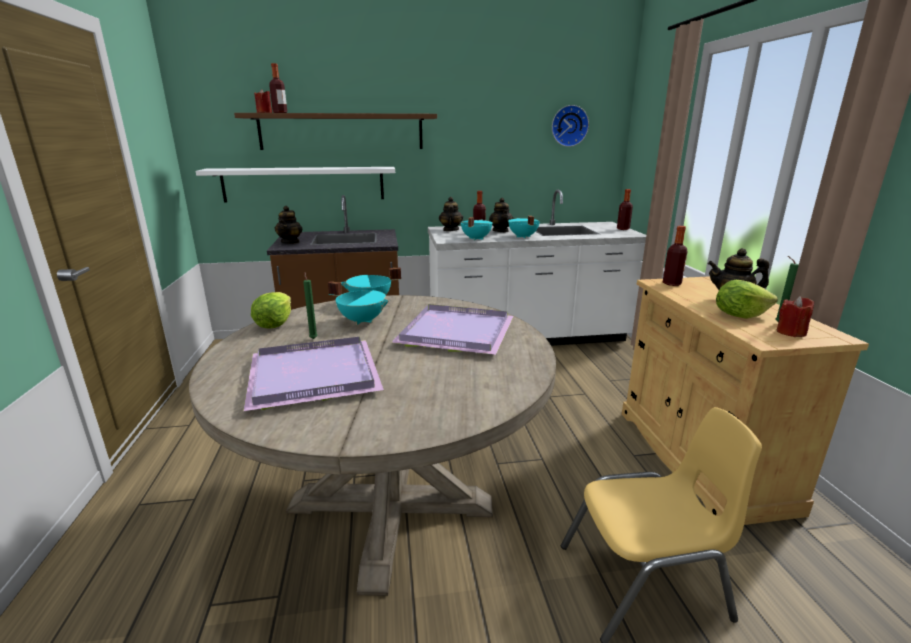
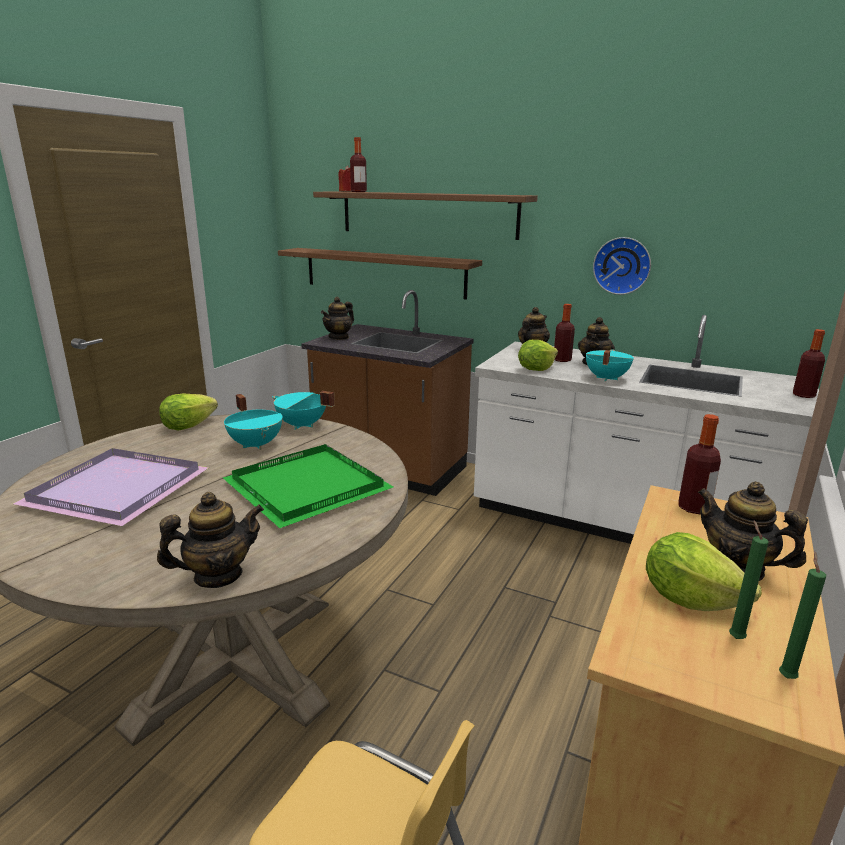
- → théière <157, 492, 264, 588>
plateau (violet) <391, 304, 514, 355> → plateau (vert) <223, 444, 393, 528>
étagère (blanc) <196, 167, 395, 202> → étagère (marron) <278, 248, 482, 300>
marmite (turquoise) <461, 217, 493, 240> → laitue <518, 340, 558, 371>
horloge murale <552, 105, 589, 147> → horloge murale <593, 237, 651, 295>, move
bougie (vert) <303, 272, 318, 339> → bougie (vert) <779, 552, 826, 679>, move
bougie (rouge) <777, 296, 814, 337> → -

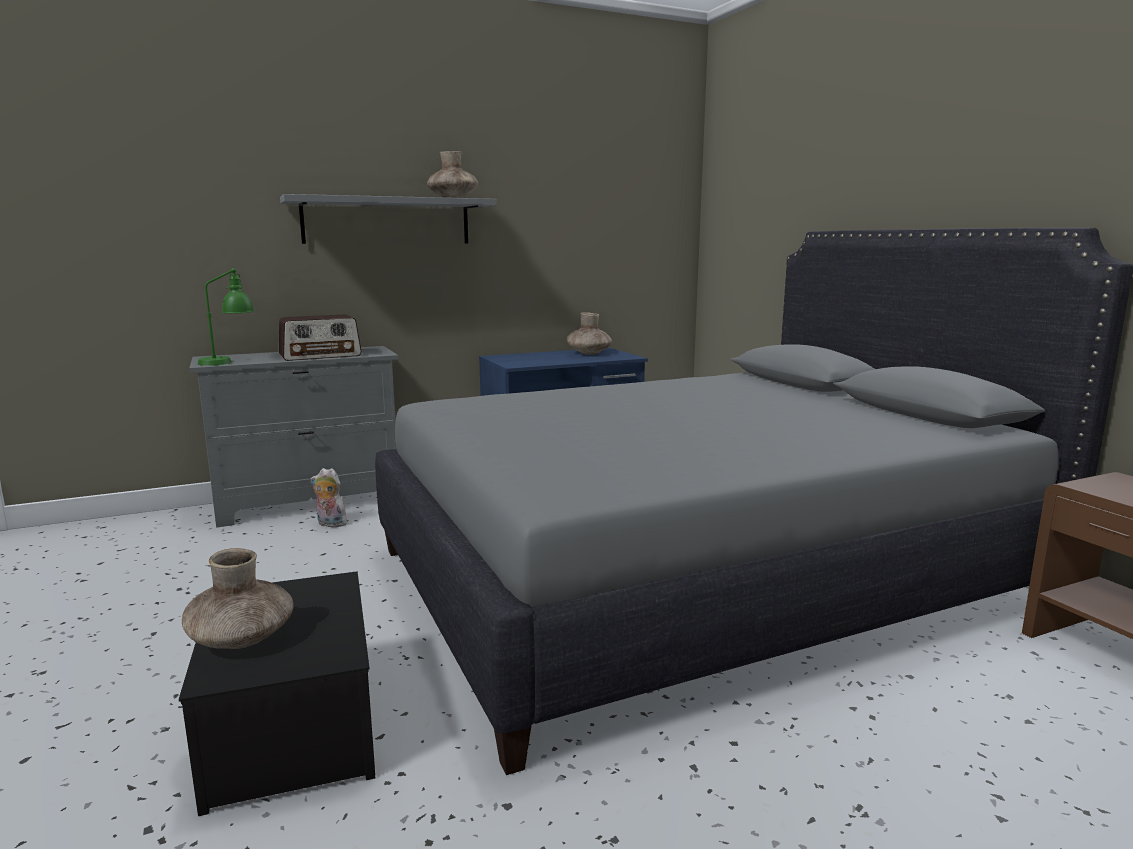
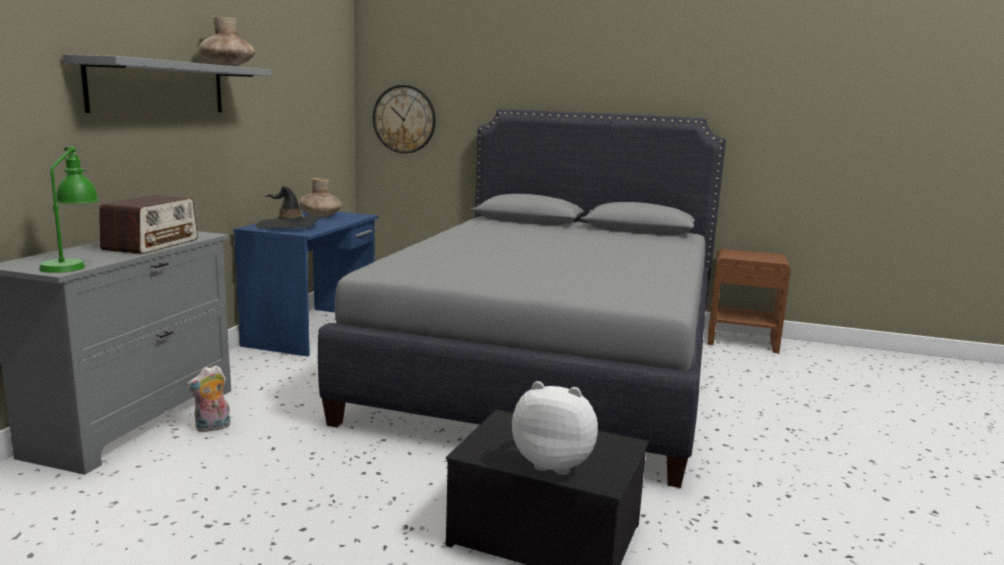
- → chapeau (noir) <256, 186, 321, 229>
- → horloge murale <373, 85, 436, 153>
vase (marron) <182, 548, 294, 649> → peluche <512, 381, 598, 475>

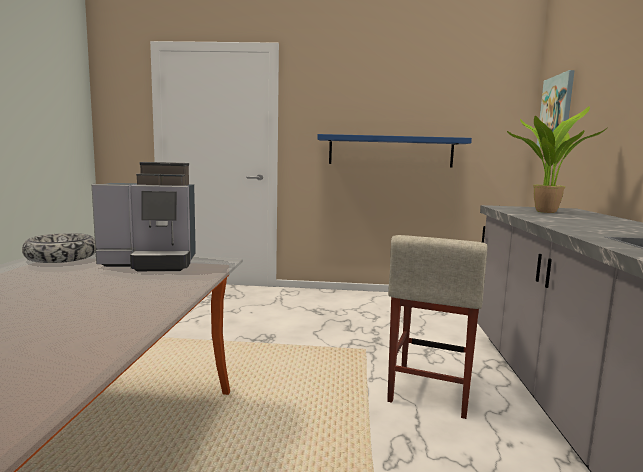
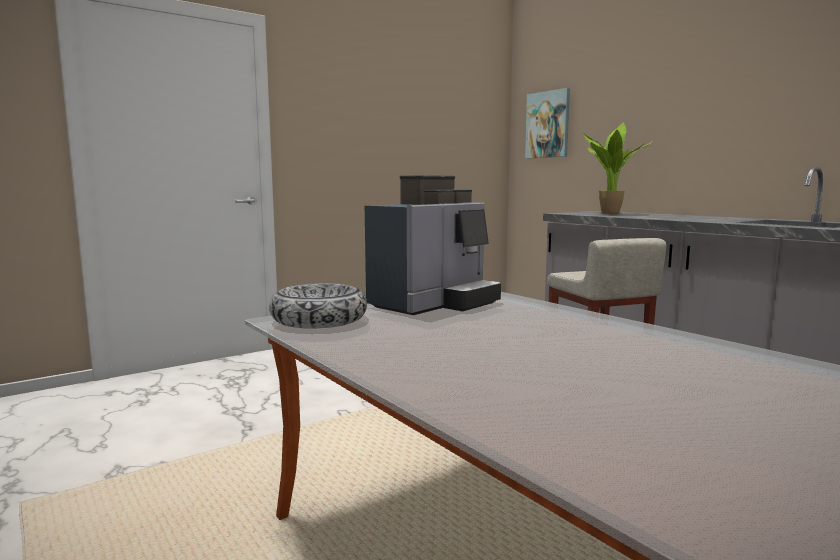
étagère (bleu) <317, 134, 472, 167> → -

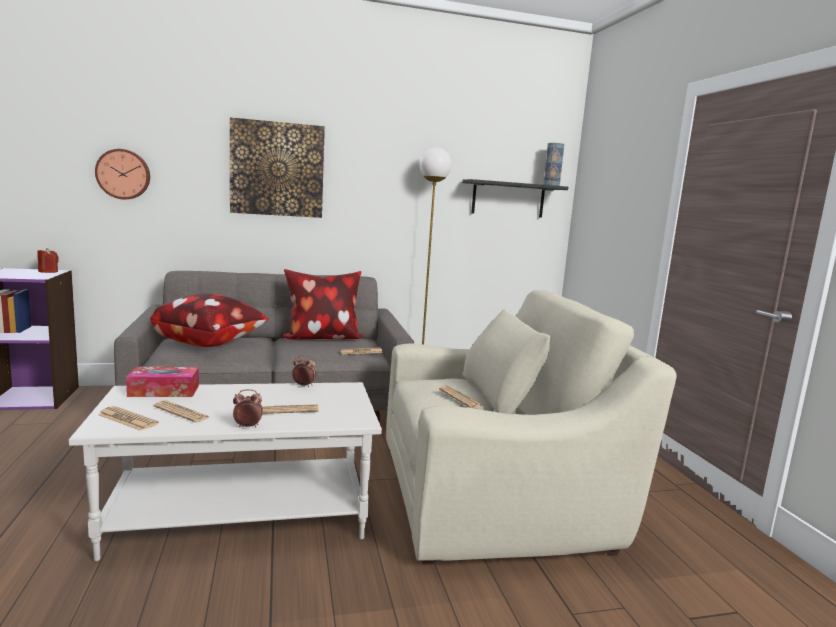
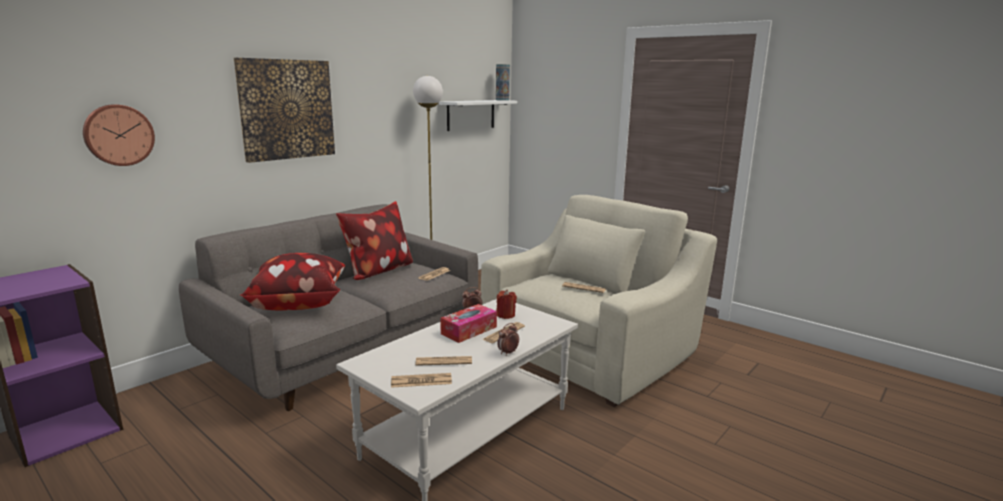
étagère (noir) <462, 179, 568, 218> → étagère (blanc) <439, 100, 517, 131>
boîte à mouchoirs <126, 367, 199, 397> → boîte à mouchoirs <440, 304, 497, 343>, move
bougie (rouge) <37, 248, 59, 273> → bougie (rouge) <496, 290, 517, 319>, move

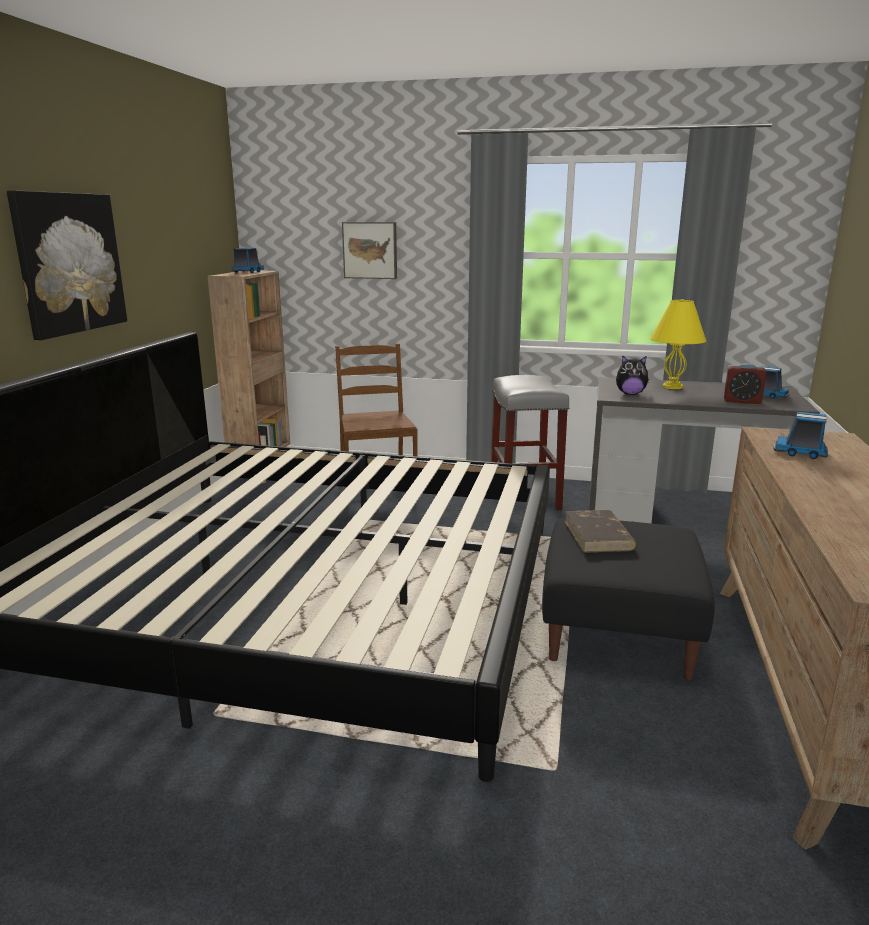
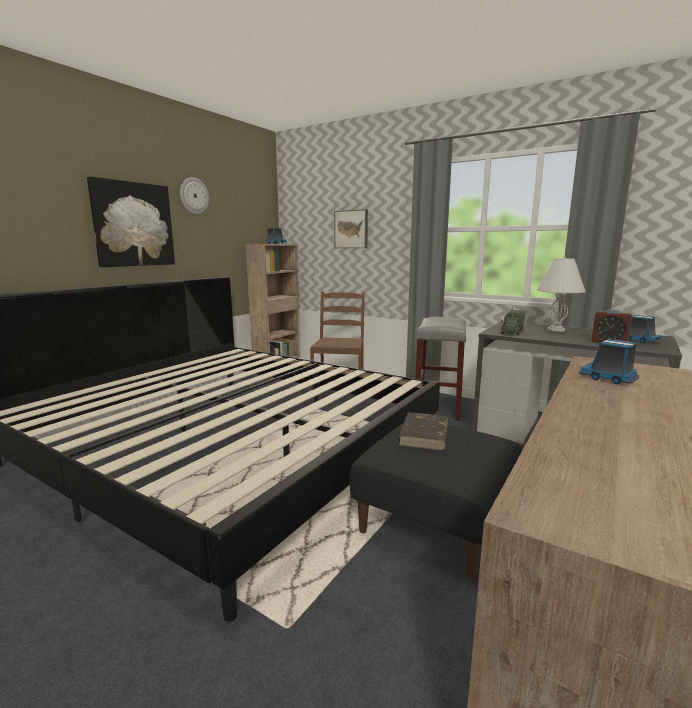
- → horloge murale <180, 177, 209, 215>
peluche <616, 355, 649, 395> → camion jouet <501, 307, 525, 335>
lampe de table (jaune) <650, 299, 706, 389> → lampe de table (blanc) <537, 257, 586, 332>

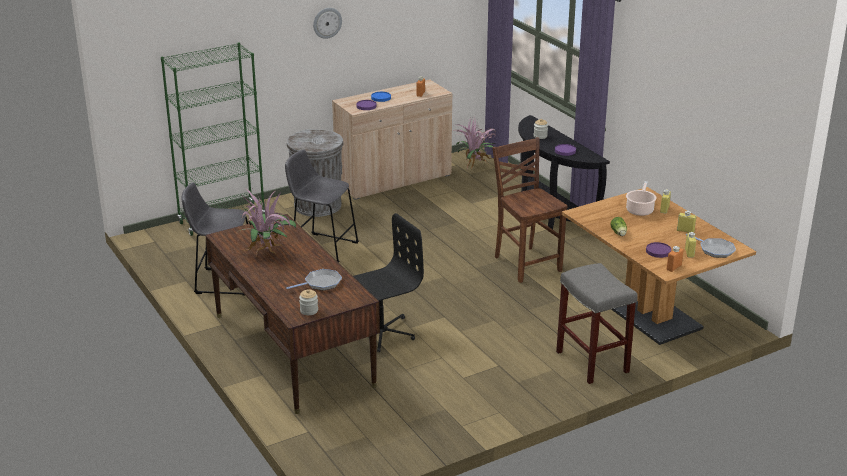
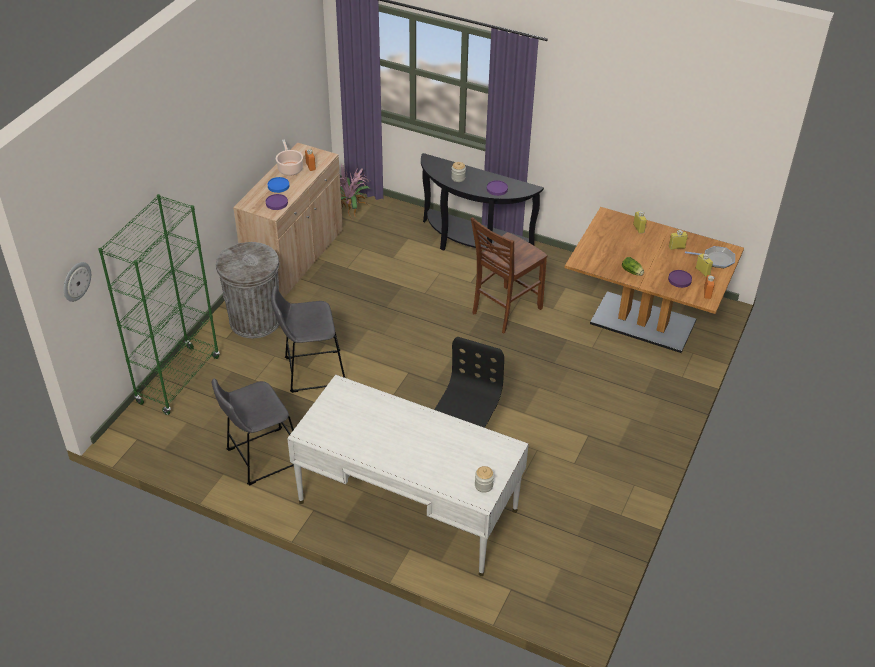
horloge murale <313, 8, 342, 39> → horloge murale <63, 262, 91, 302>, move
marmite <626, 181, 657, 216> → marmite <276, 139, 303, 176>, move
bureau (marron) <205, 214, 380, 414> → bureau (blanc) <287, 375, 529, 576>
chaise (marron) <493, 137, 567, 283> → chaise (marron) <471, 217, 547, 333>, 75 degrees counterclockwise
plante en pot <238, 188, 296, 254> → -
poêle <286, 269, 342, 291> → -
tabouret (gris) <556, 263, 638, 384> → -

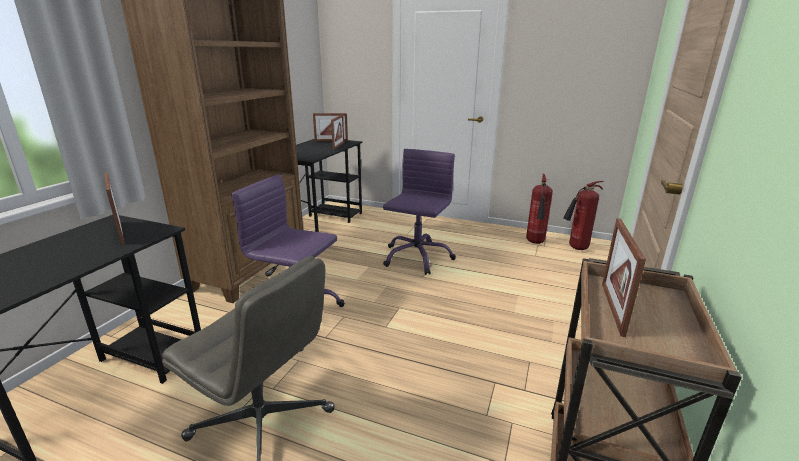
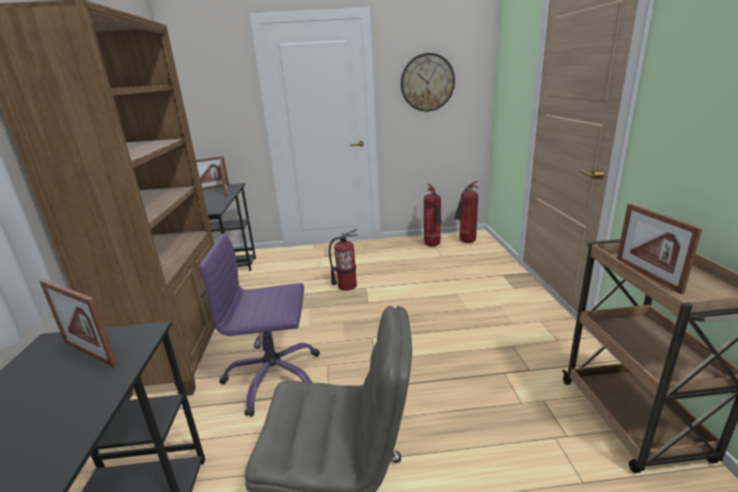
chaise de bureau (violet) <383, 149, 456, 275> → extincteur <329, 229, 358, 291>
- → horloge murale <401, 53, 455, 112>

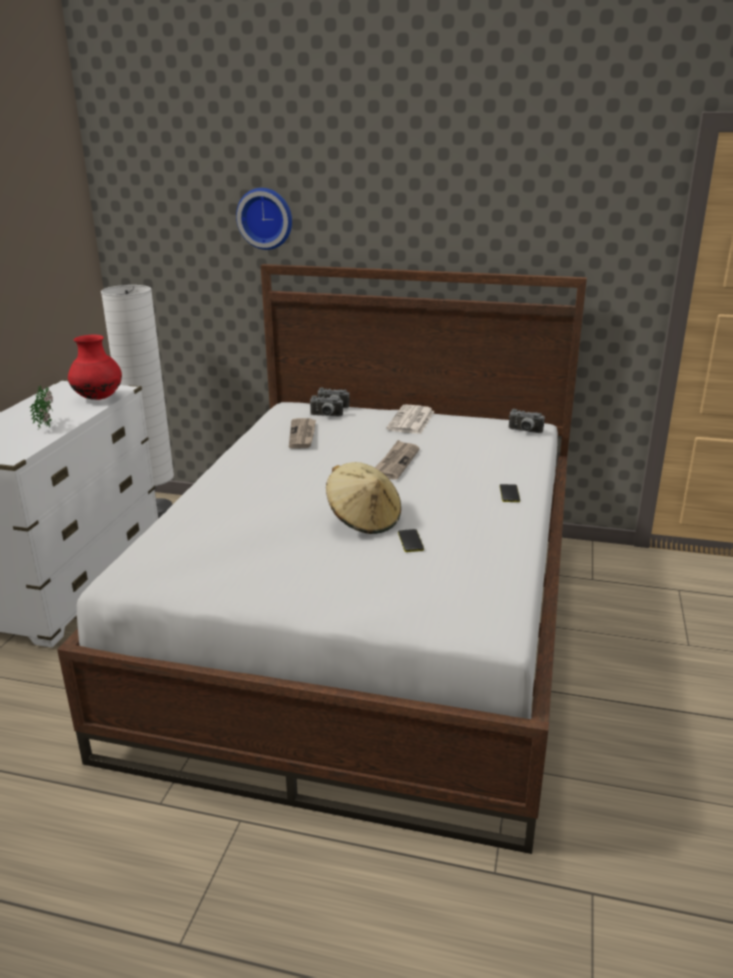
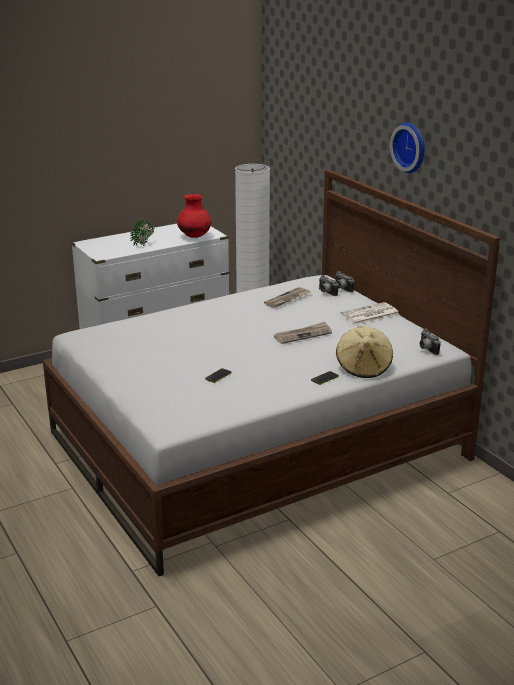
chapeau (beige) <326, 462, 401, 534> → chapeau (beige) <336, 326, 393, 378>, move
horloge murale <236, 188, 292, 250> → horloge murale <390, 122, 425, 173>, move

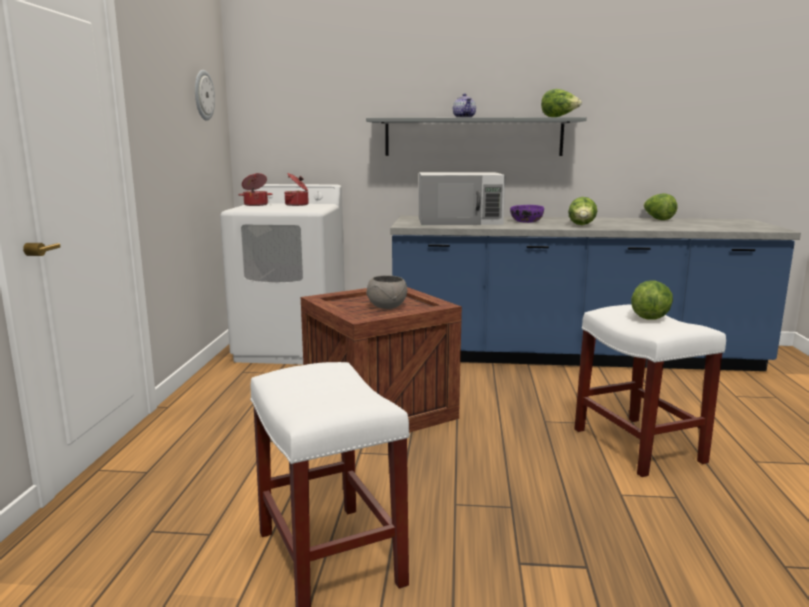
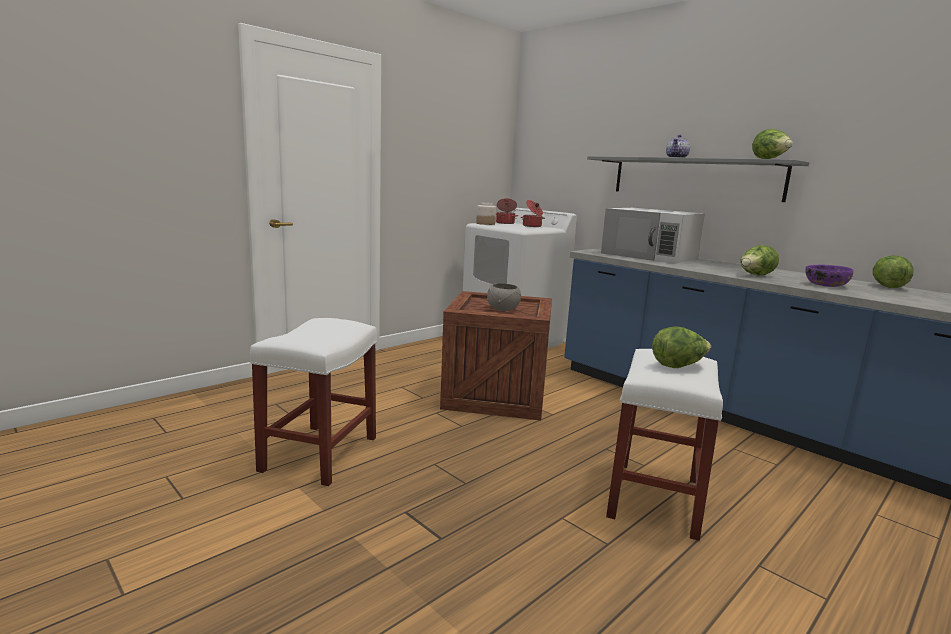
- → bocal <476, 203, 496, 225>
bol (violet) <510, 205, 544, 223> → bol (violet) <805, 264, 854, 287>, move
horloge murale <195, 70, 215, 121> → -

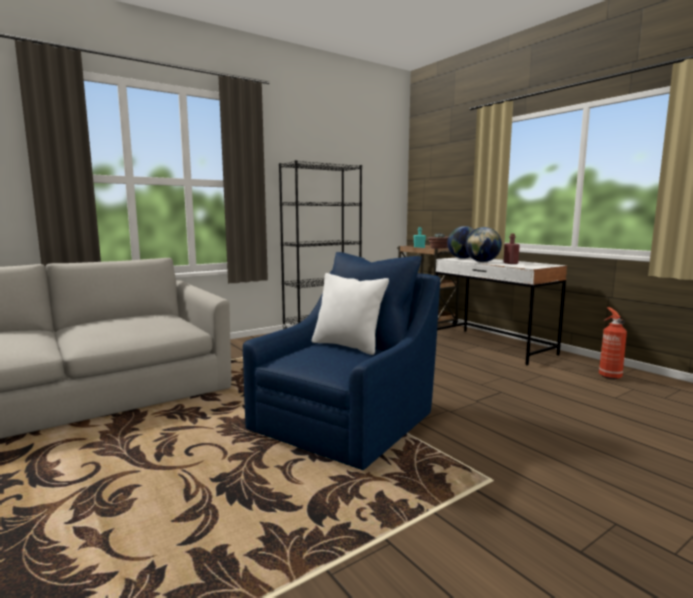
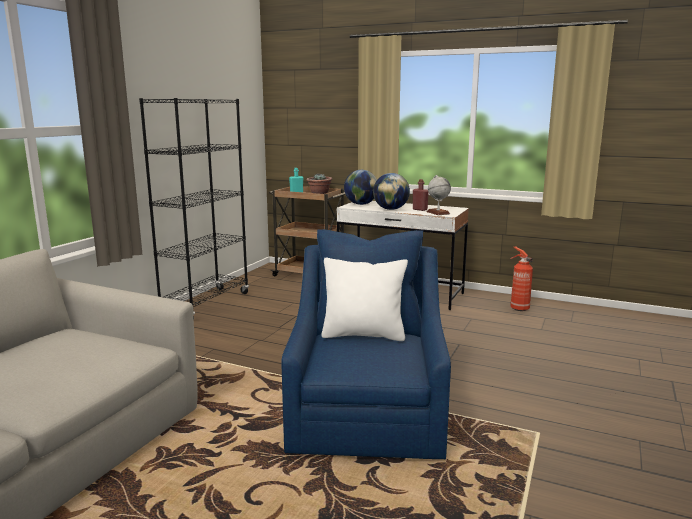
- → globe <427, 175, 451, 215>

